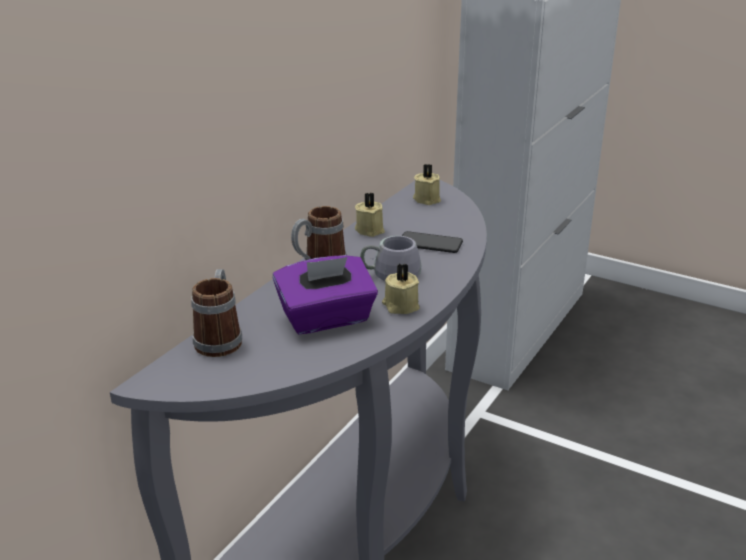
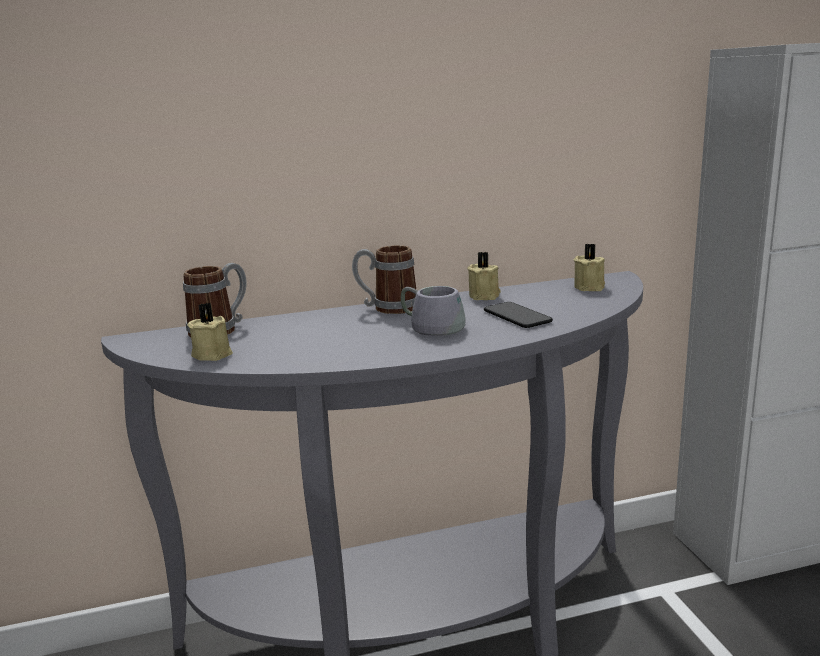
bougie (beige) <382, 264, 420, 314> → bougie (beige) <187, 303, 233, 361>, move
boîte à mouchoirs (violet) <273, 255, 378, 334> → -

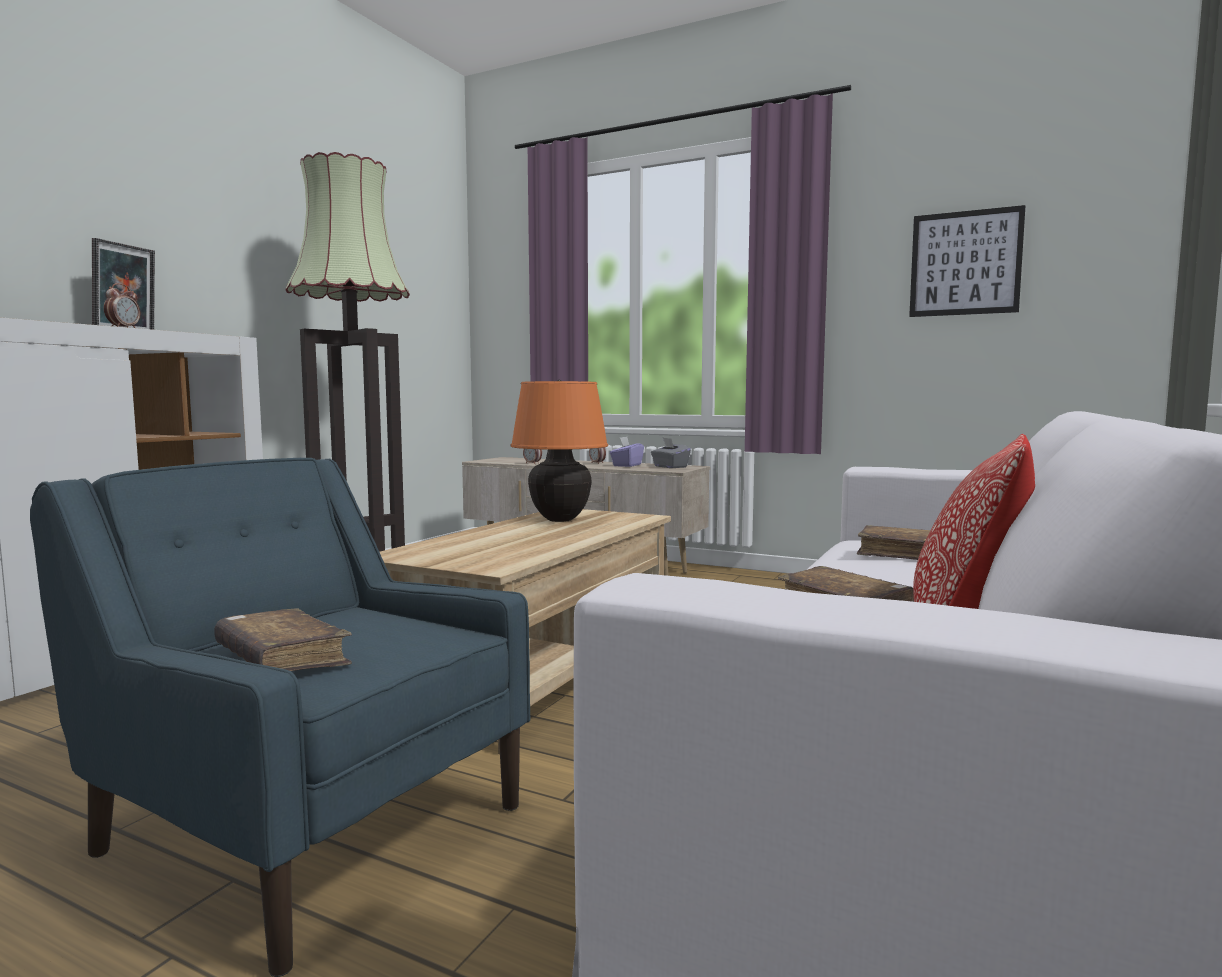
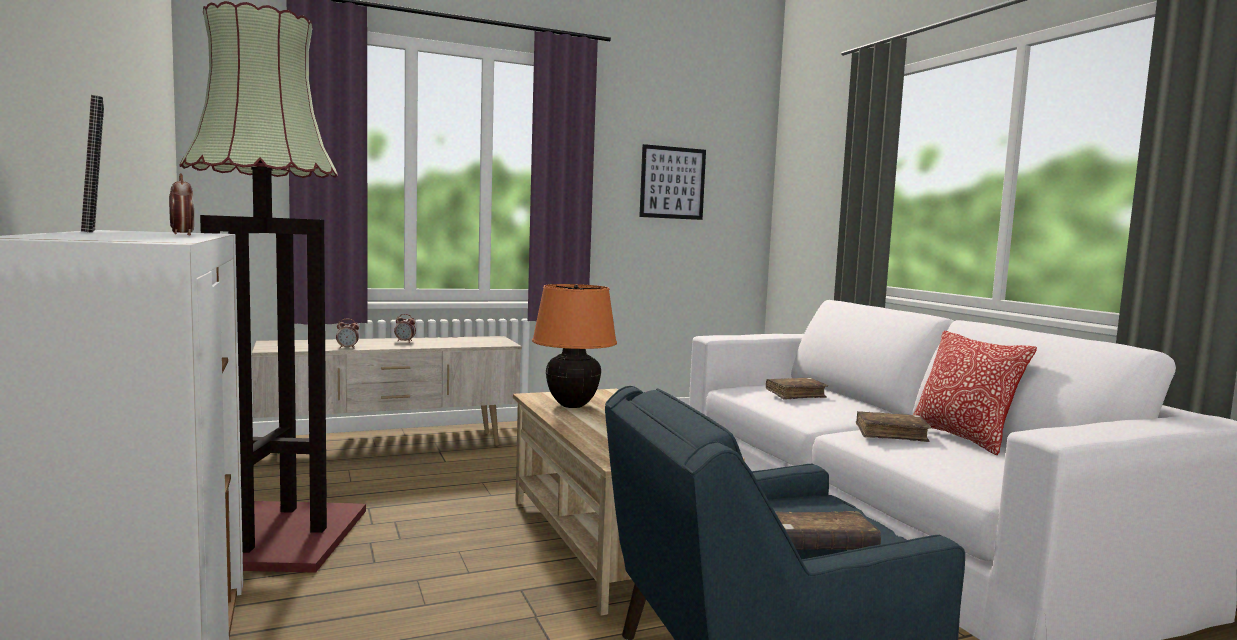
boîte à mouchoirs (violet) <610, 437, 644, 467> → -
boîte à mouchoirs (gris) <651, 438, 691, 468> → -

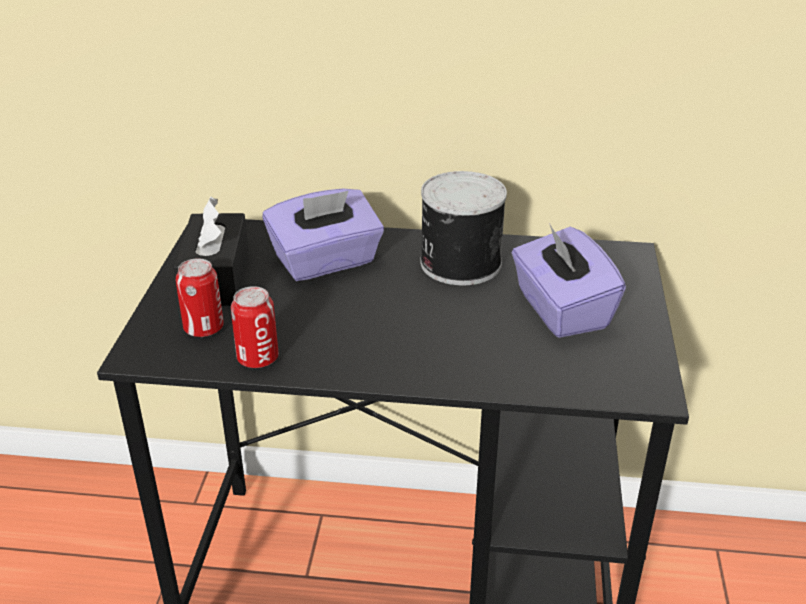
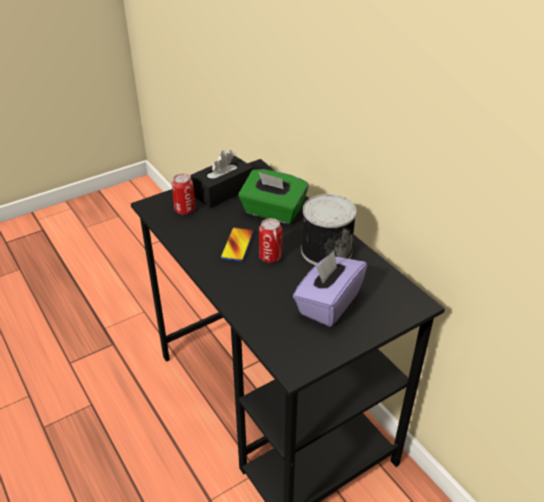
- → téléphone <220, 227, 254, 262>
boîte à mouchoirs (violet) <263, 188, 384, 281> → boîte à mouchoirs (vert) <238, 169, 309, 224>
boîte métallique <231, 286, 279, 368> → boîte métallique <259, 218, 282, 263>, move

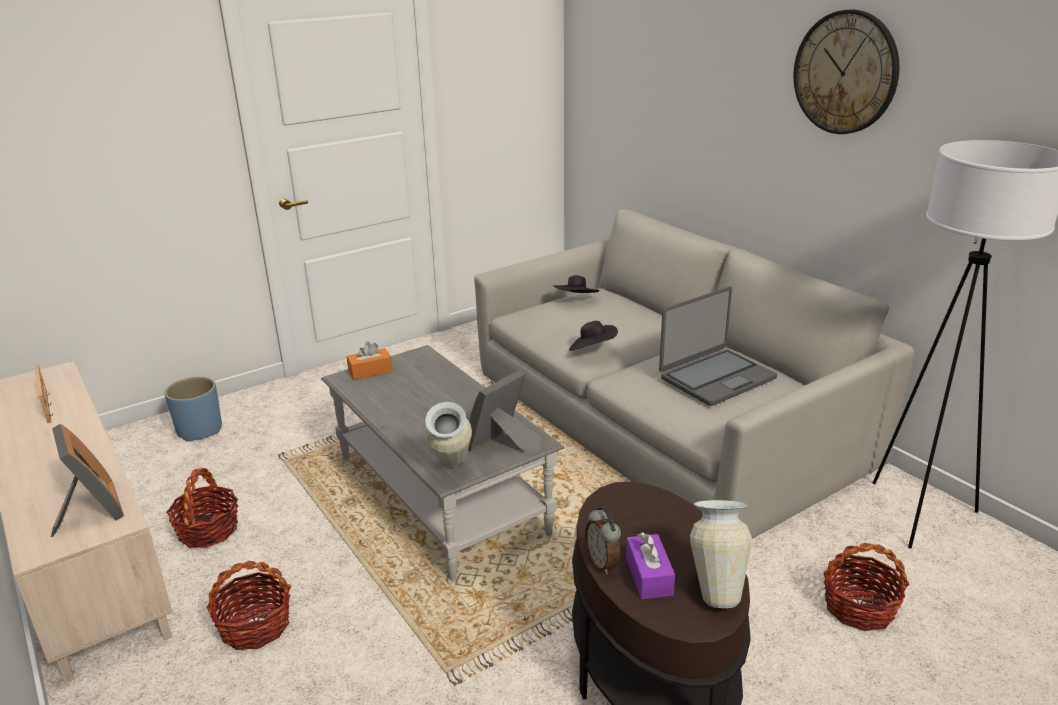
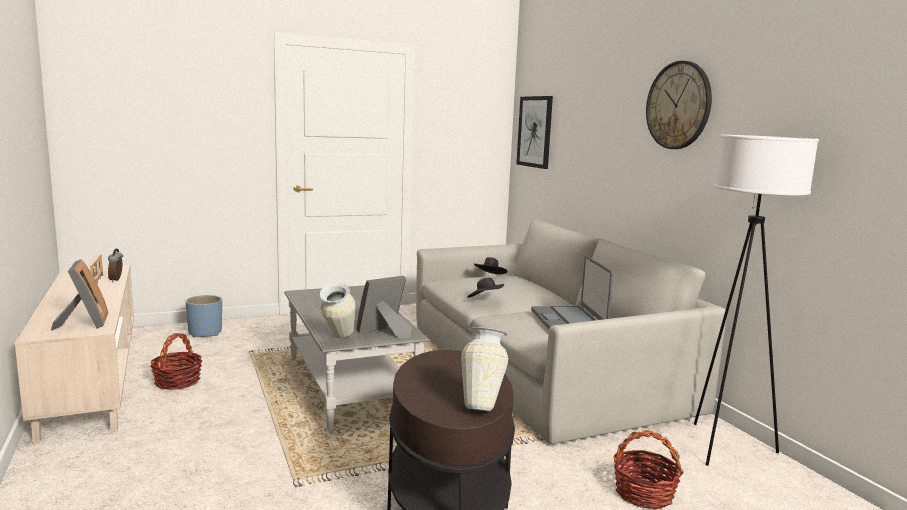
réveil <585, 507, 621, 575> → réveil <108, 248, 123, 282>, move
- → tableau <516, 96, 553, 169>
ordinateur portable <659, 287, 777, 406> → ordinateur portable <531, 255, 614, 329>, 105 degrees clockwise
panier <207, 561, 291, 650> → -
boîte à mouchoirs (orange) <347, 341, 392, 380> → -
boîte à mouchoirs (violet) <626, 532, 675, 599> → -

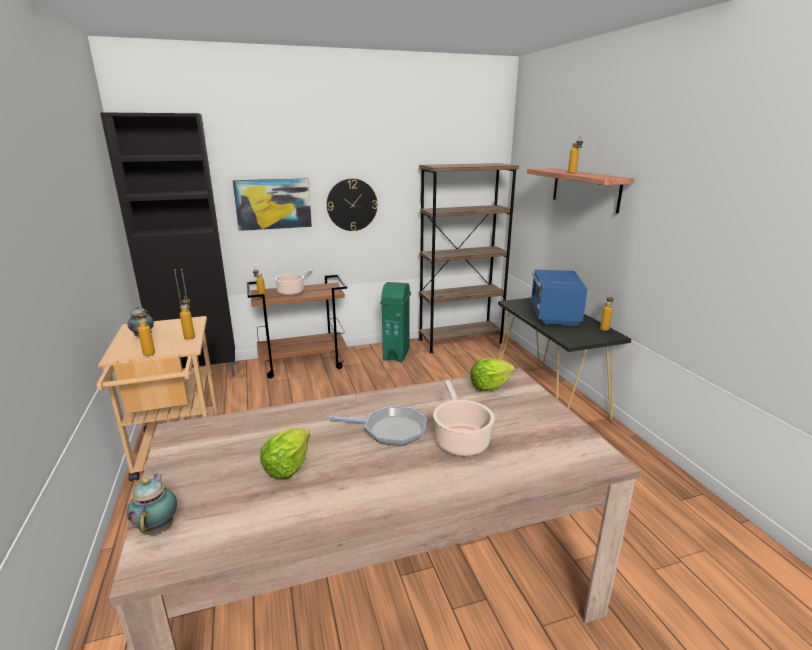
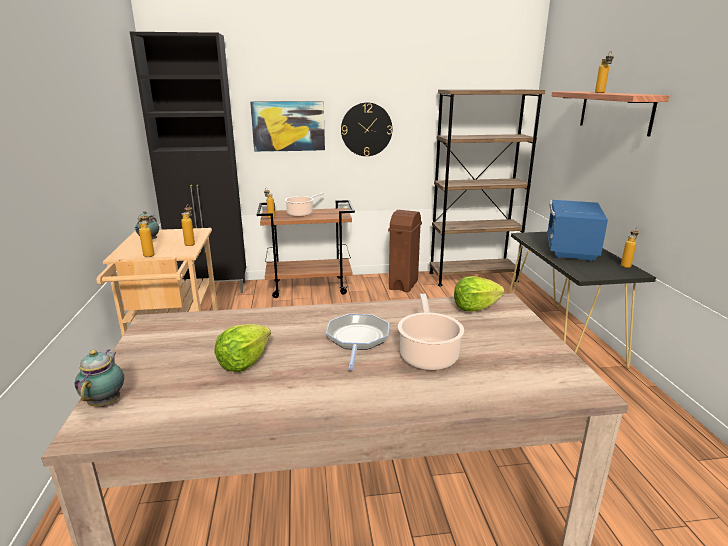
poêle <330, 406, 427, 446> → poêle <326, 314, 389, 370>, 105 degrees counterclockwise
poubelle (vert) <380, 282, 411, 362> → poubelle (marron) <388, 210, 422, 292>

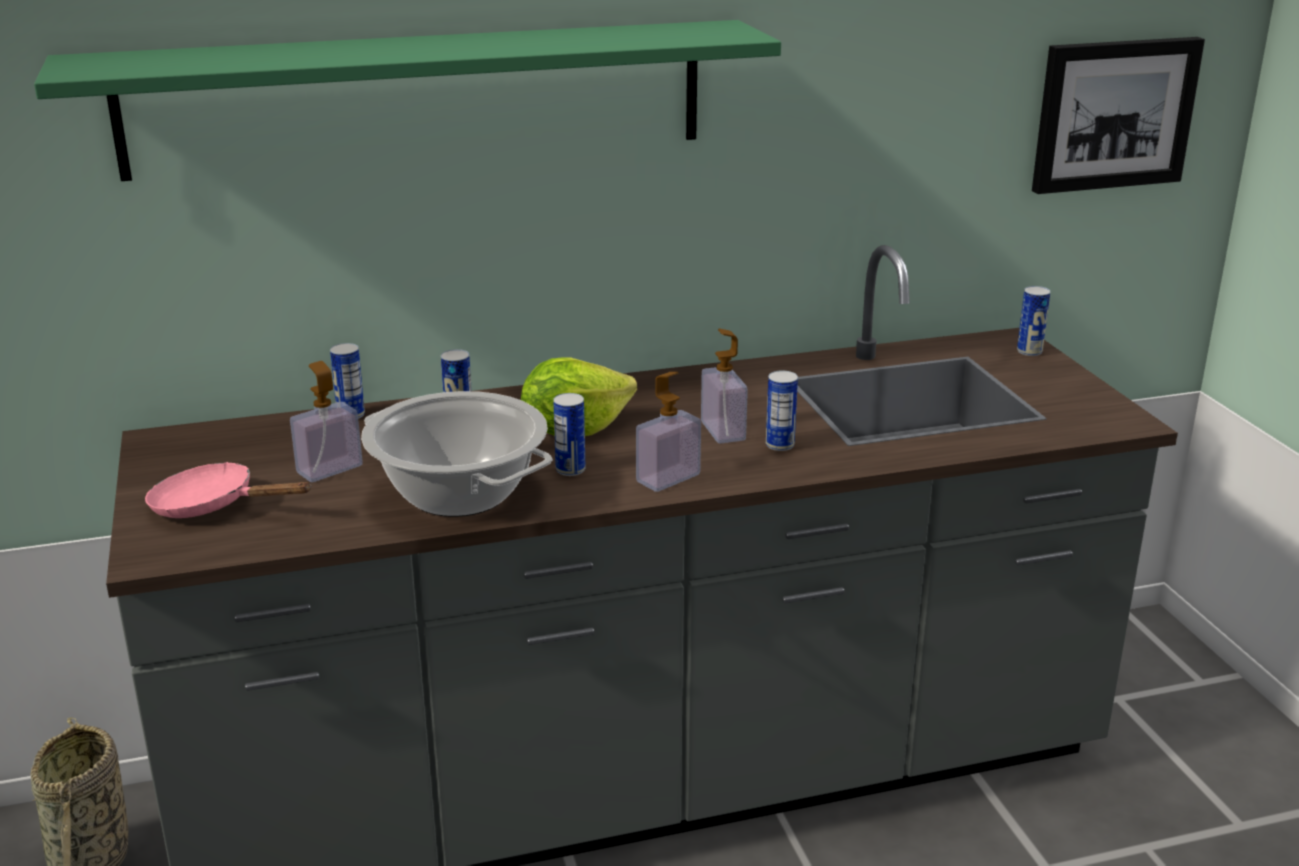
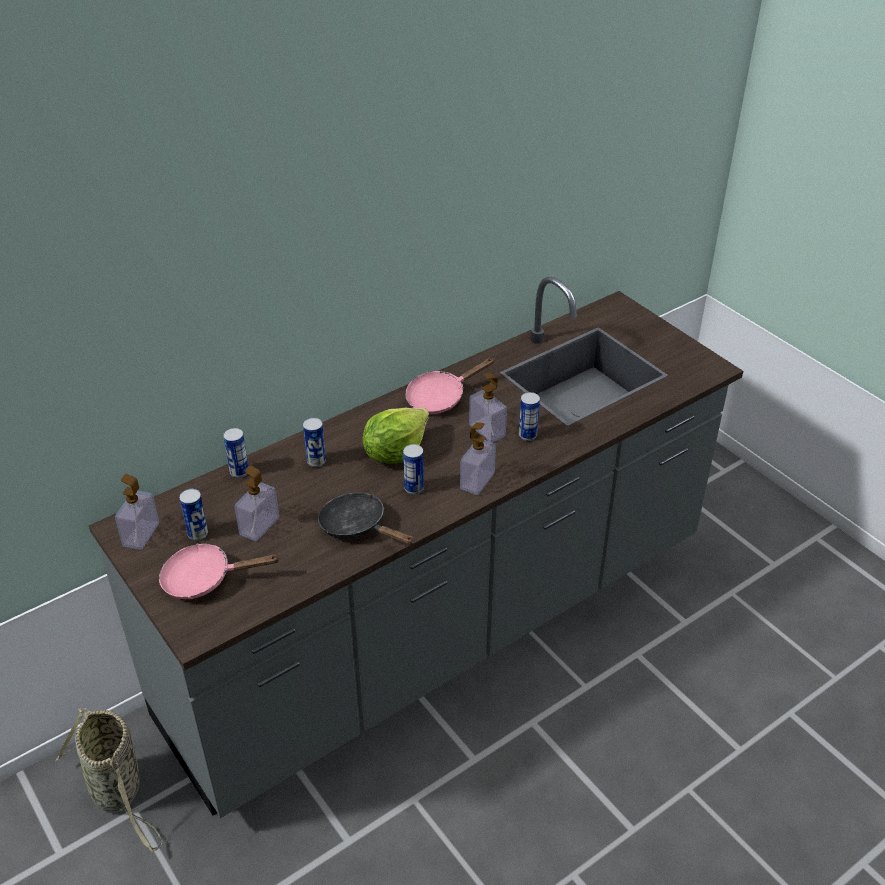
- → distributeur de savon <115, 474, 159, 550>
boîte métallique <1017, 286, 1050, 356> → boîte métallique <179, 489, 208, 541>, move
marmite <361, 391, 552, 517> → poêle (noir) <318, 493, 415, 545>
- → poêle (rose) <405, 358, 495, 414>
étagère (vert) <34, 20, 781, 181> → -
tableau <1032, 37, 1205, 194> → -

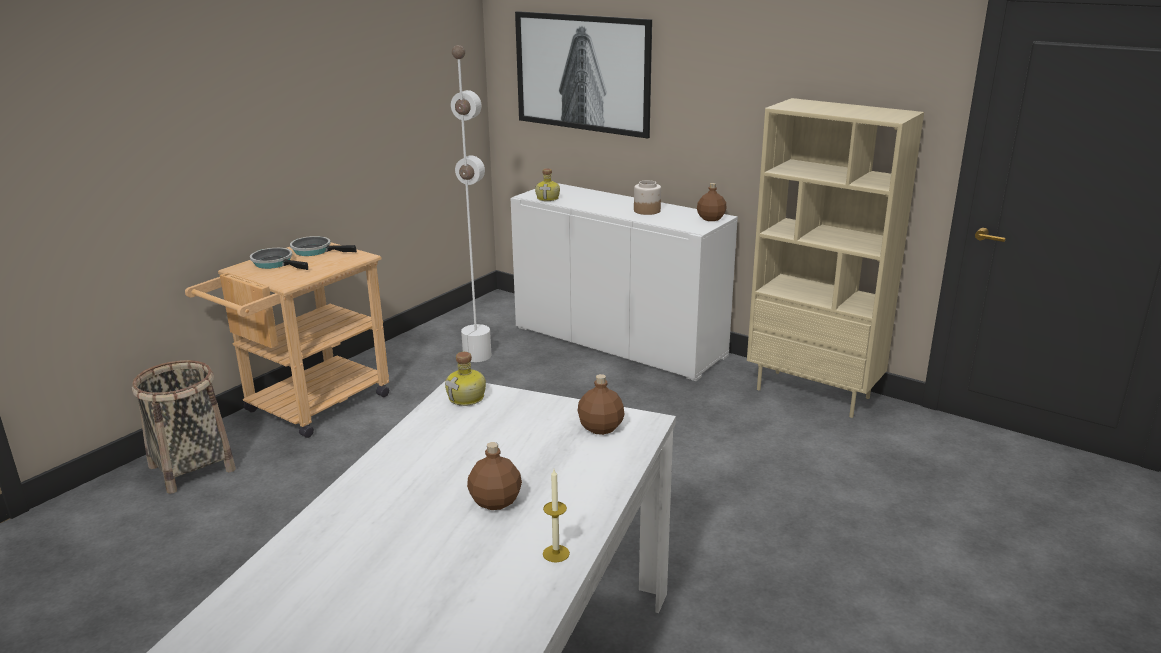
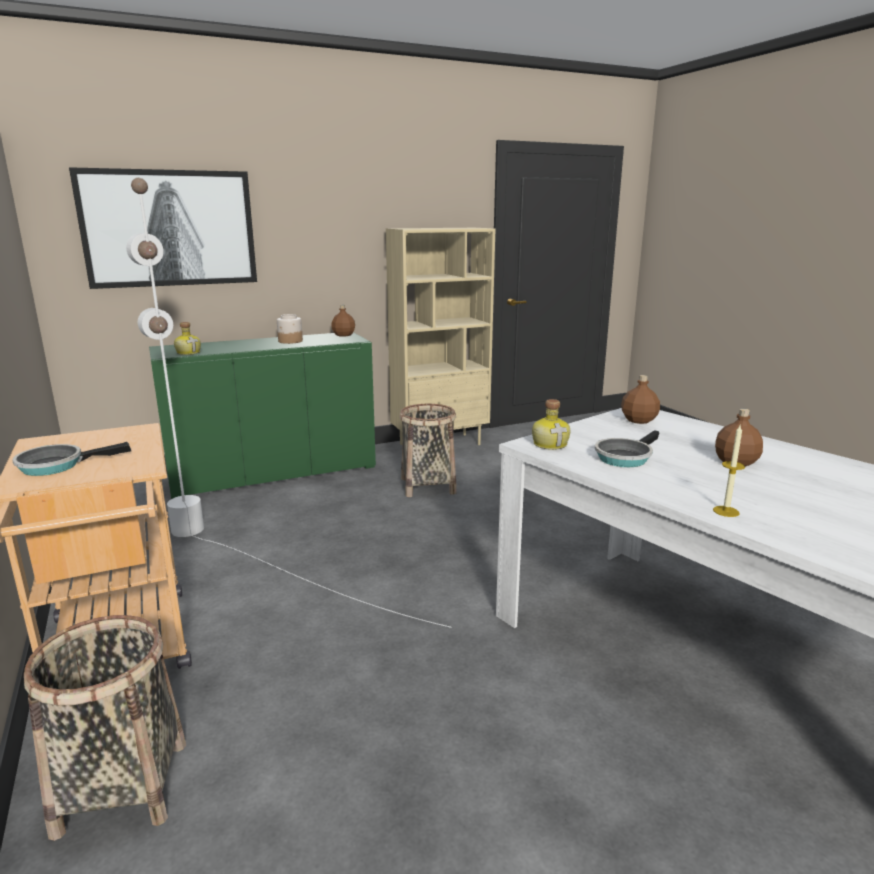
meuble de rangement (blanc) <511, 183, 738, 381> → meuble de rangement (vert) <149, 332, 376, 499>
- → panier <399, 404, 457, 497>
poêle <290, 236, 357, 256> → poêle <595, 430, 659, 467>, move
bougie <543, 469, 570, 563> → bougie <713, 425, 745, 517>, move

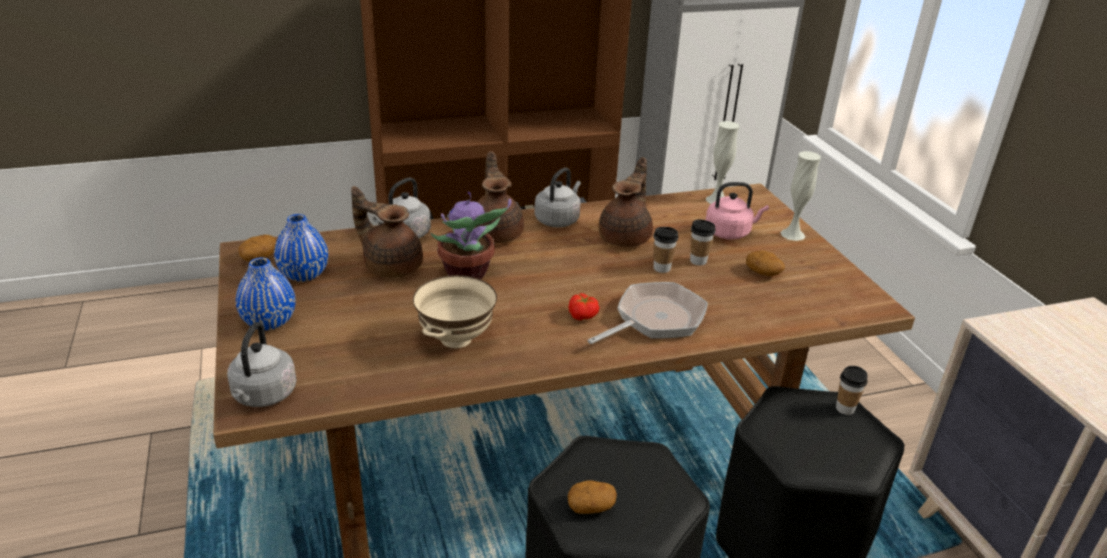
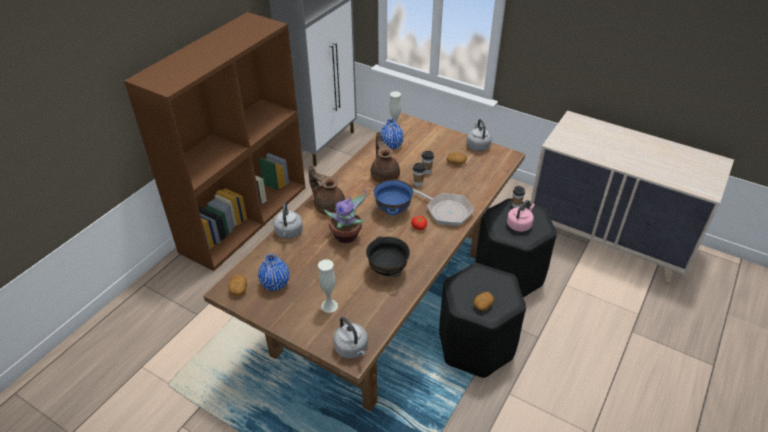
vase (blanc) <780, 151, 821, 241> → vase (blanc) <318, 259, 338, 313>, move
bol (beige) <413, 275, 497, 348> → bol (noir) <366, 236, 410, 277>
- → bol (bleu) <374, 179, 413, 215>
vase (bleu) <236, 257, 295, 331> → vase (bleu) <380, 119, 404, 150>, move
poêle <587, 282, 708, 344> → poêle <412, 188, 474, 226>, 120 degrees clockwise
bouilloire (gris) <534, 168, 581, 227> → bouilloire (gris) <466, 119, 492, 151>, move
bouilloire (rose) <706, 182, 769, 240> → bouilloire (rose) <507, 200, 535, 232>, move
théière (marron) <351, 186, 423, 278> → -

